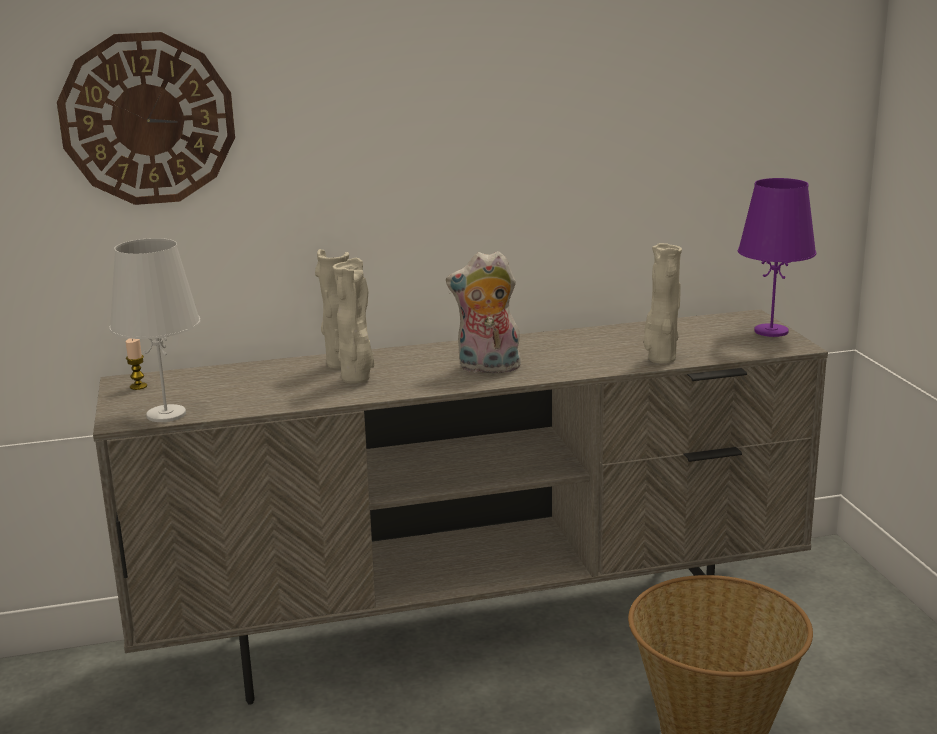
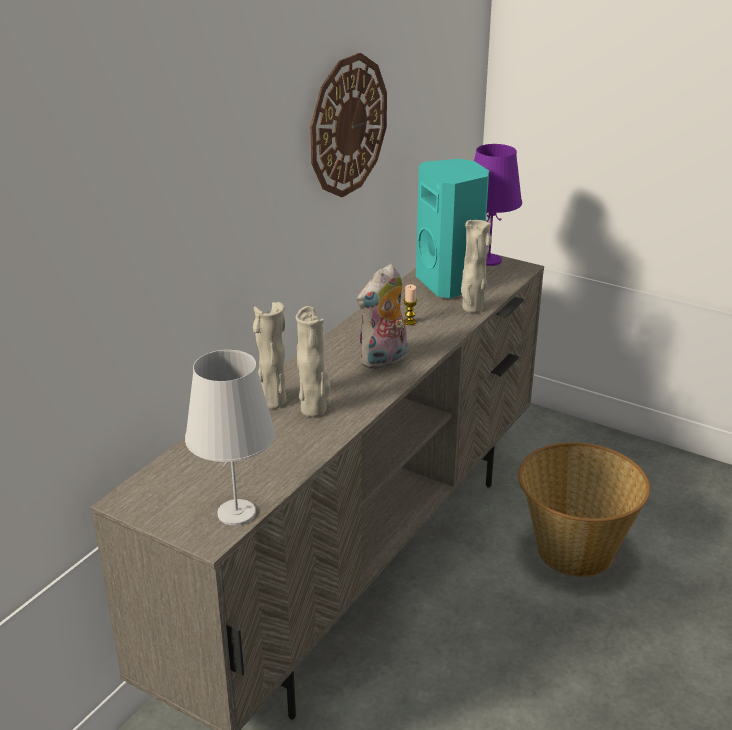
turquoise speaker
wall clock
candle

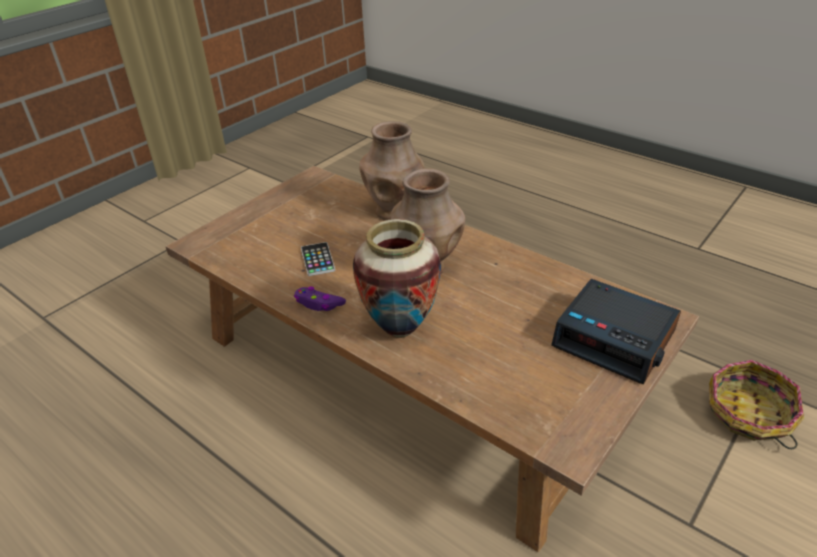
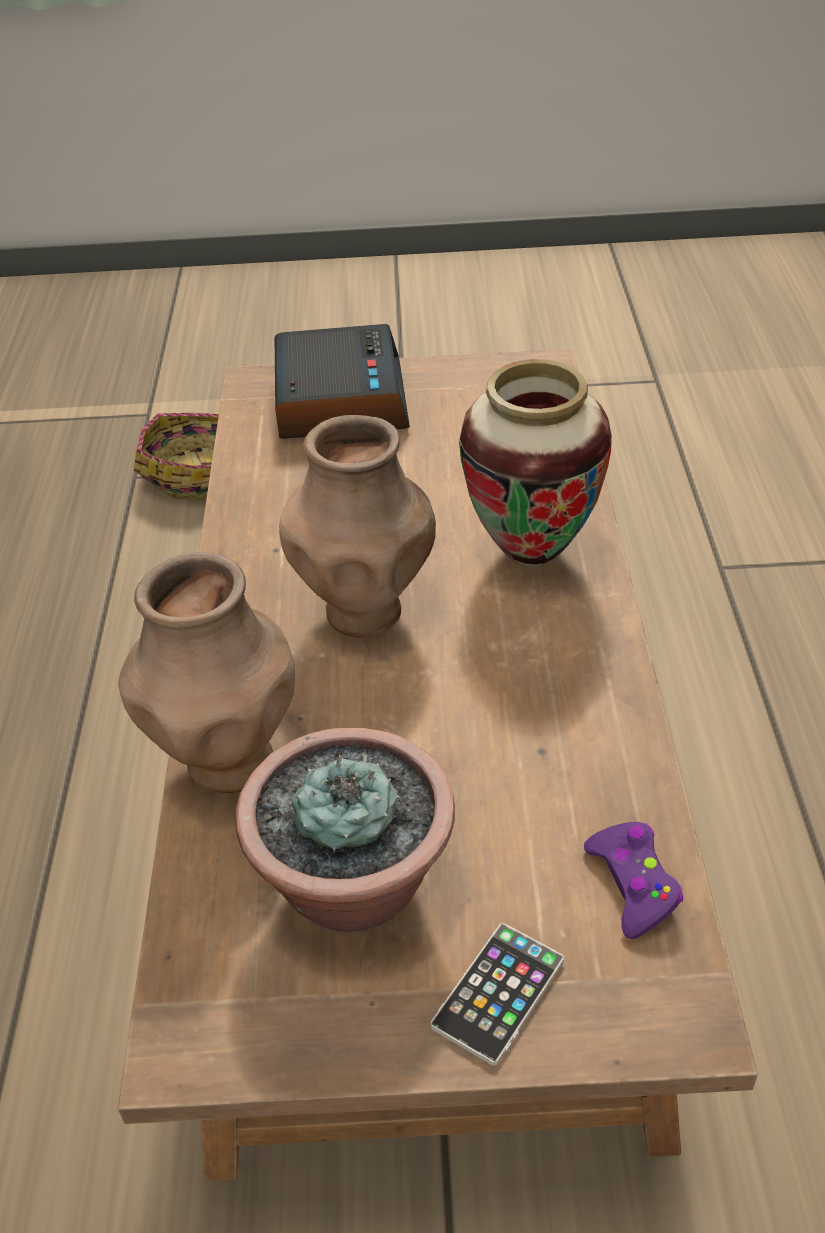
potted plant
purple game controller
phone

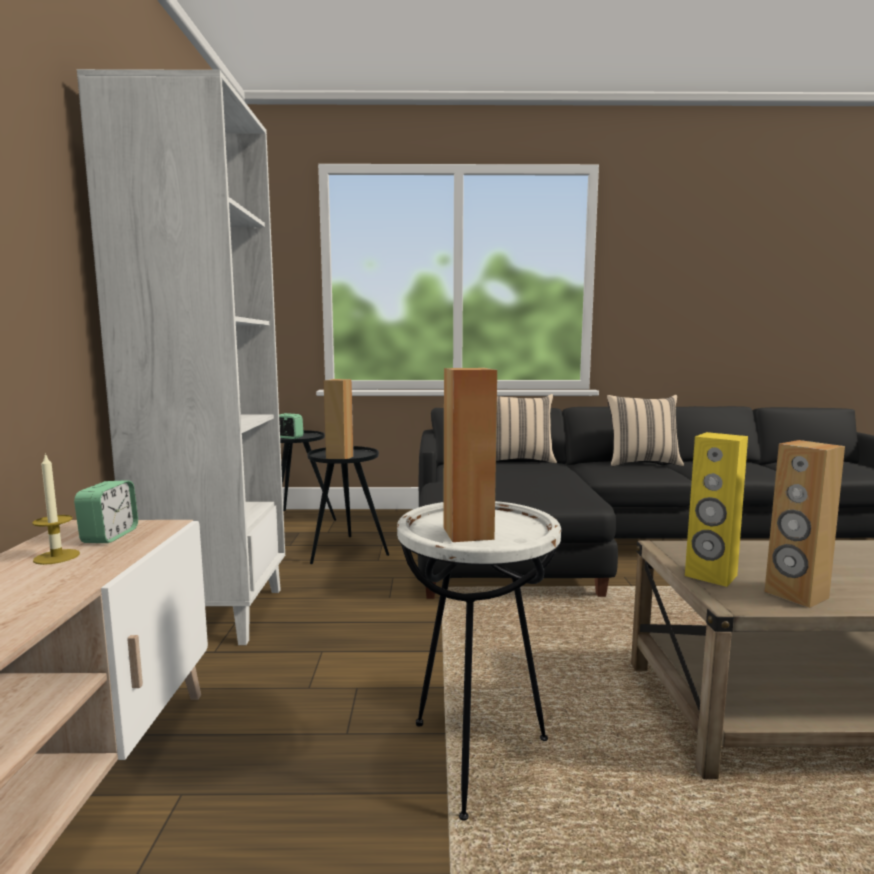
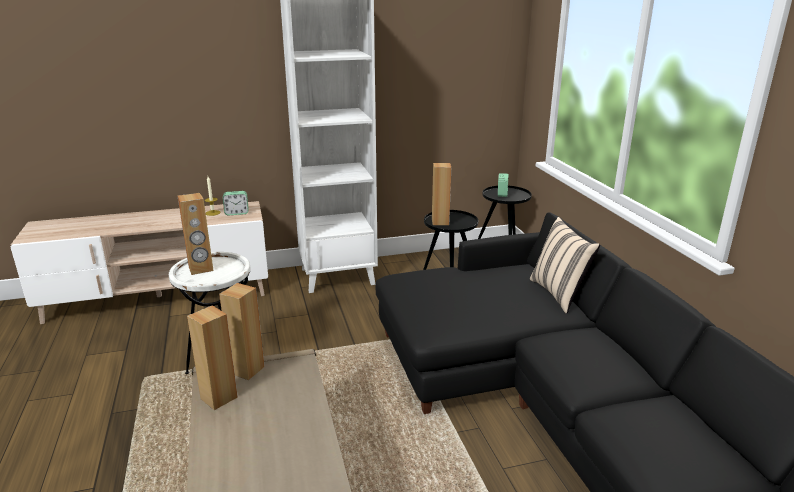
beige pillow (2nd from left in the first image)
brown speaker (3rd from left)

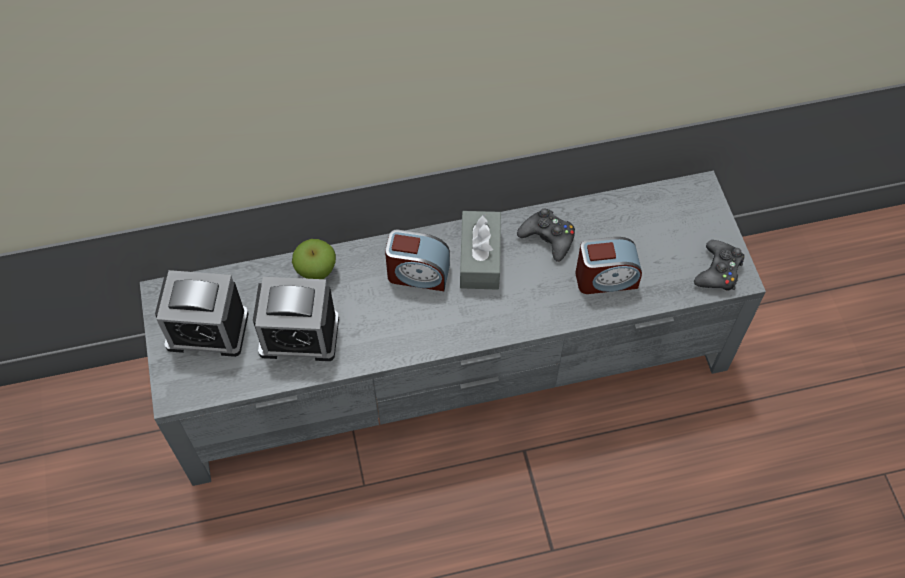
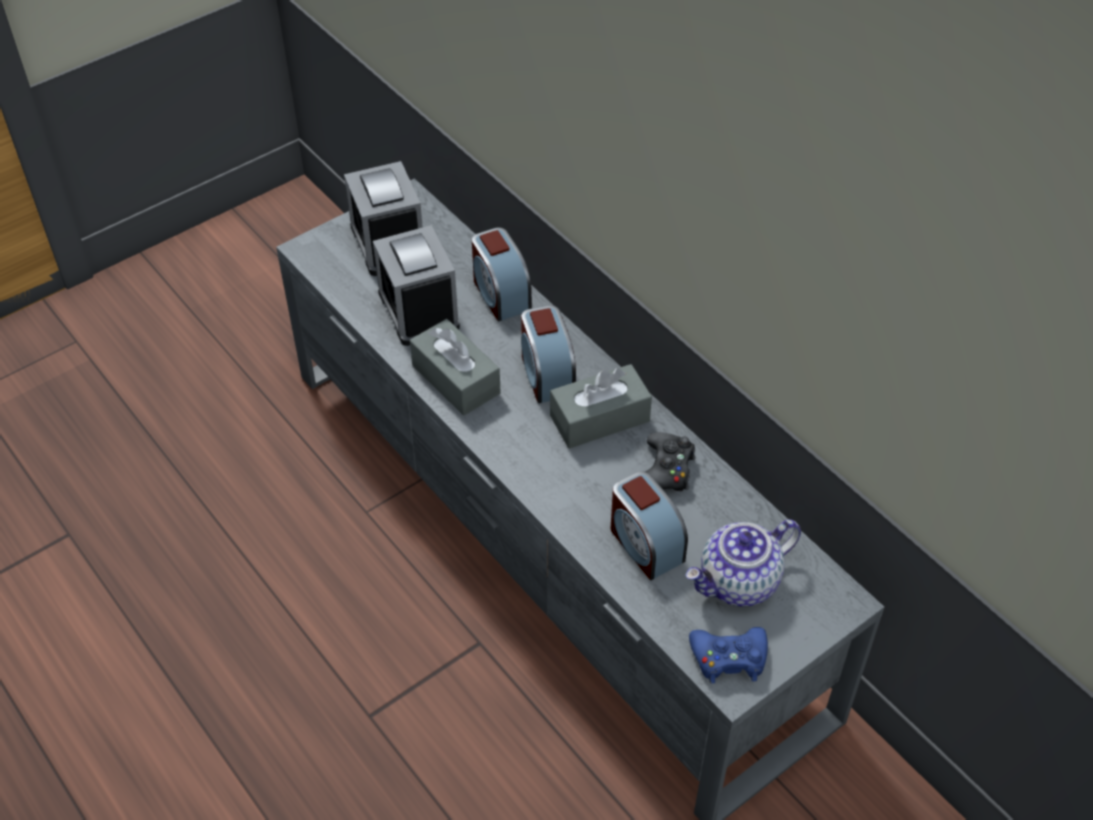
grey tissue box (1st from left)
teapot
alarm clock (3rd from left)
blue game controller

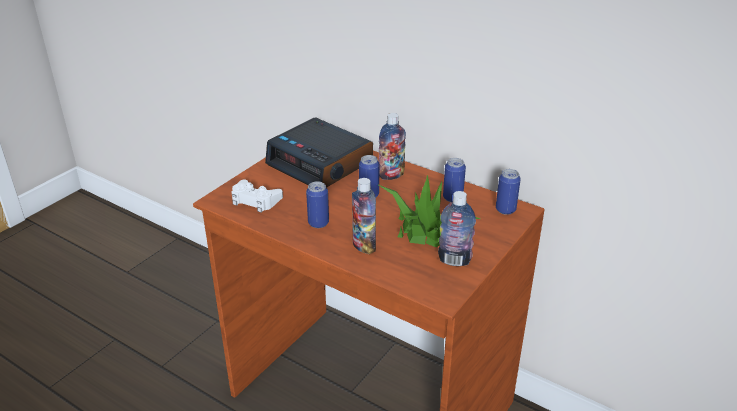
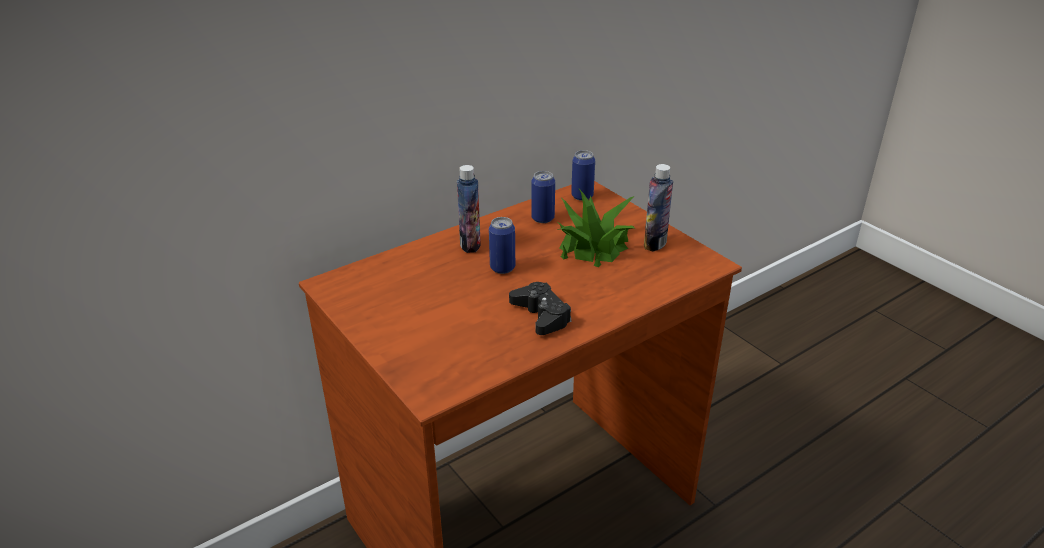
white game controller
alarm clock
bottle (1st from left in the first image)
black game controller

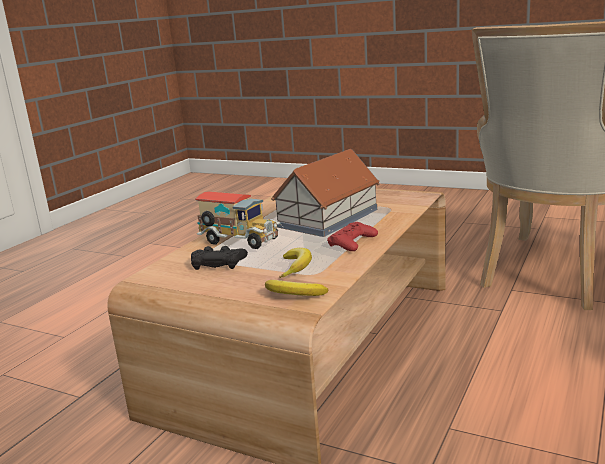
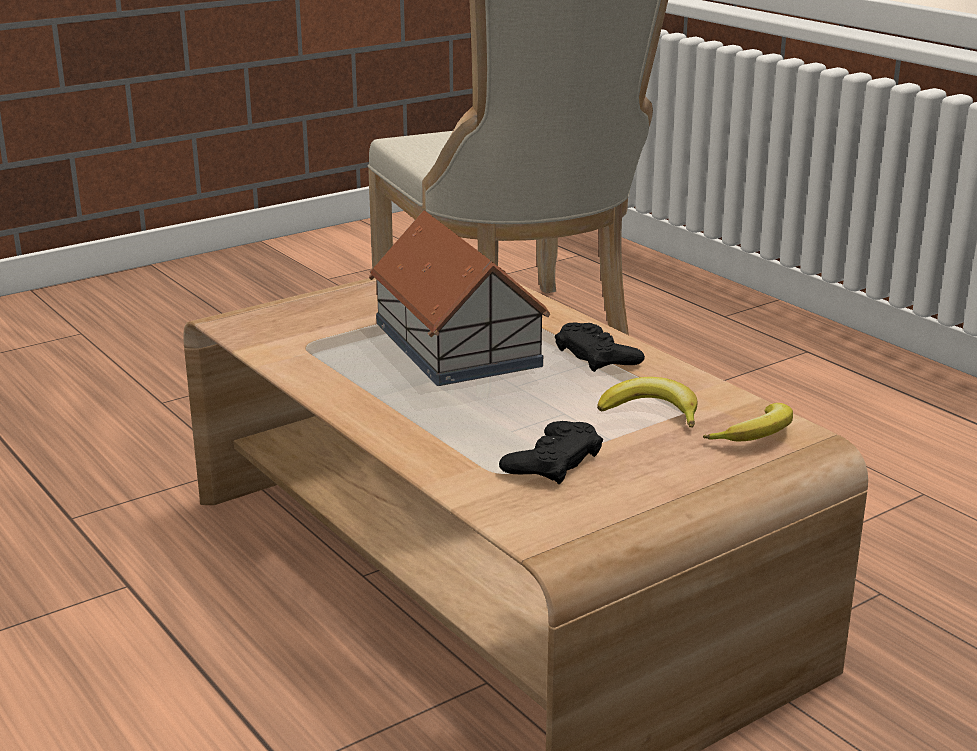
toy truck
black game controller (2nd from left)

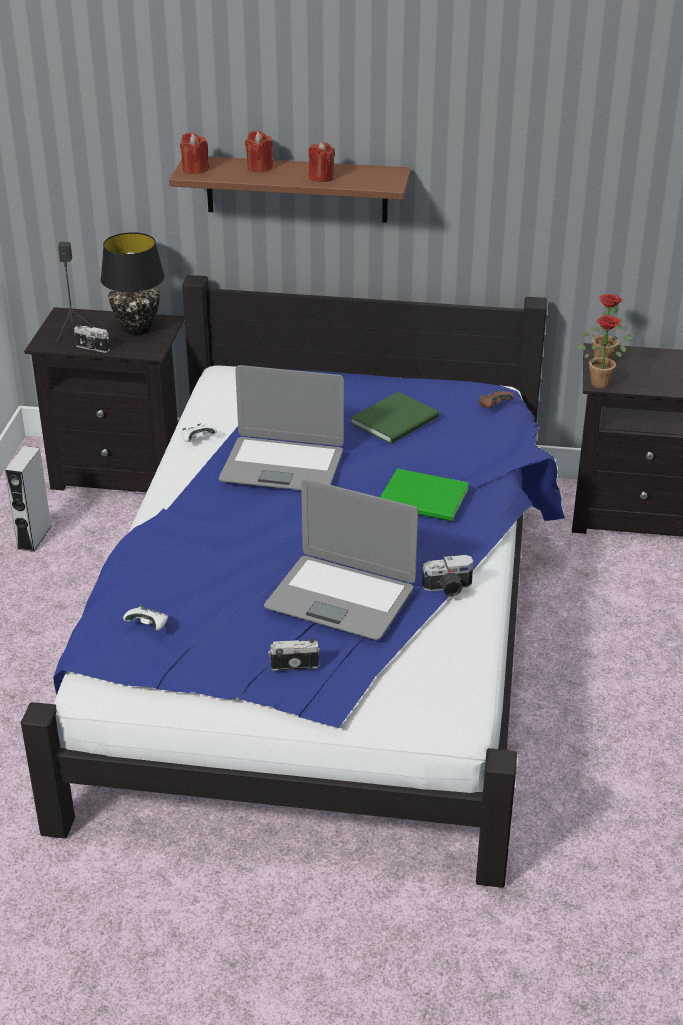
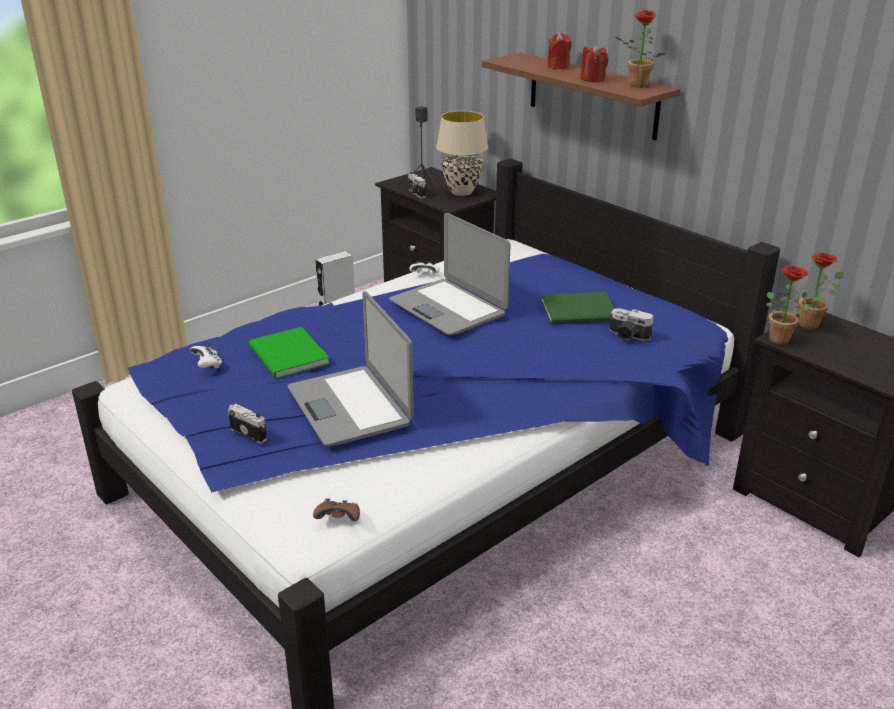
red candle (1st from left in the first image)
potted plant (1st from left)
green book (1st from left)
photo camera (3rd from left)
brown game controller
beige table lamp

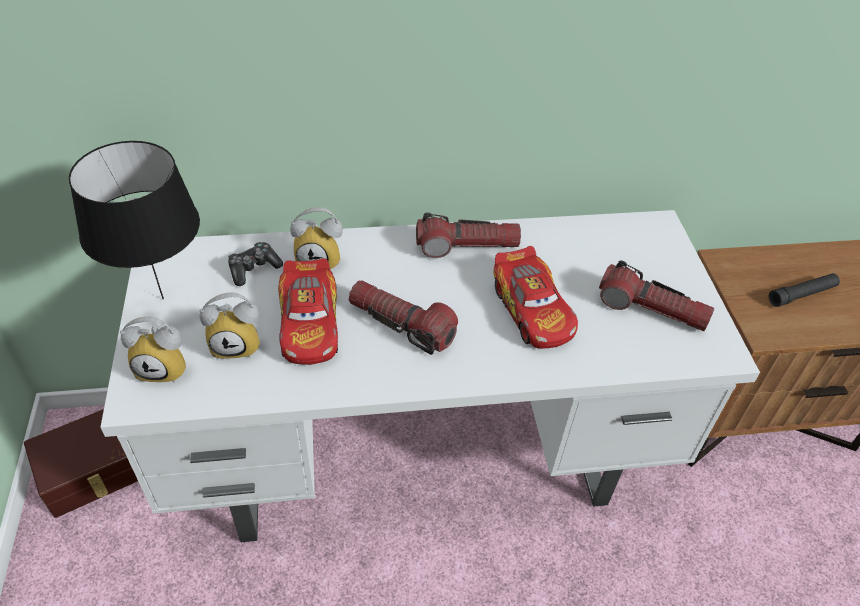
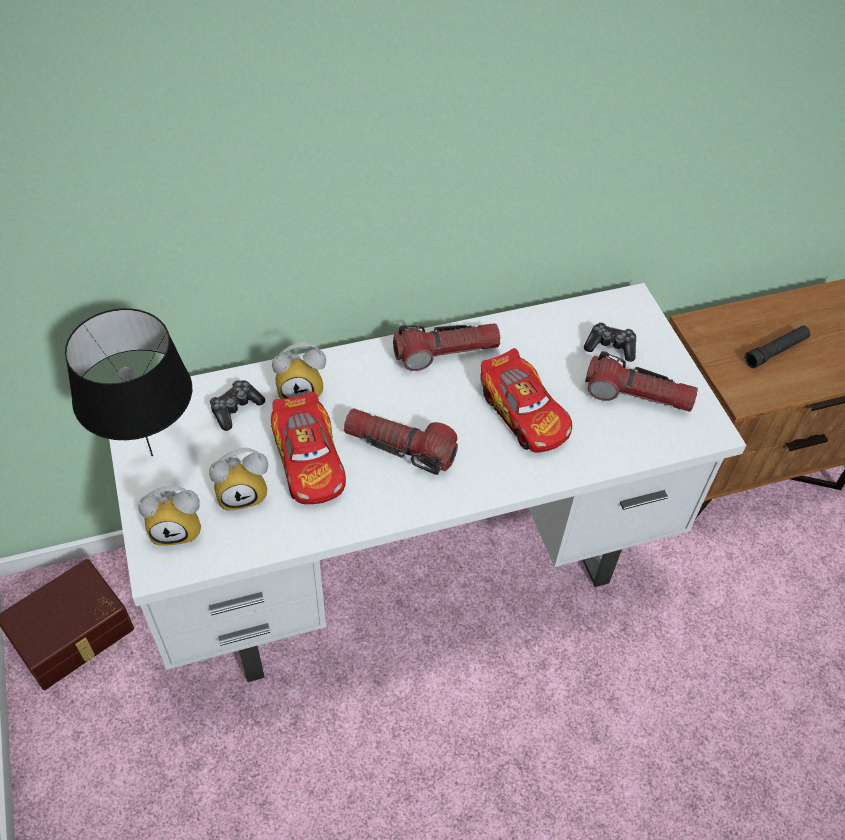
game controller (2nd from left)

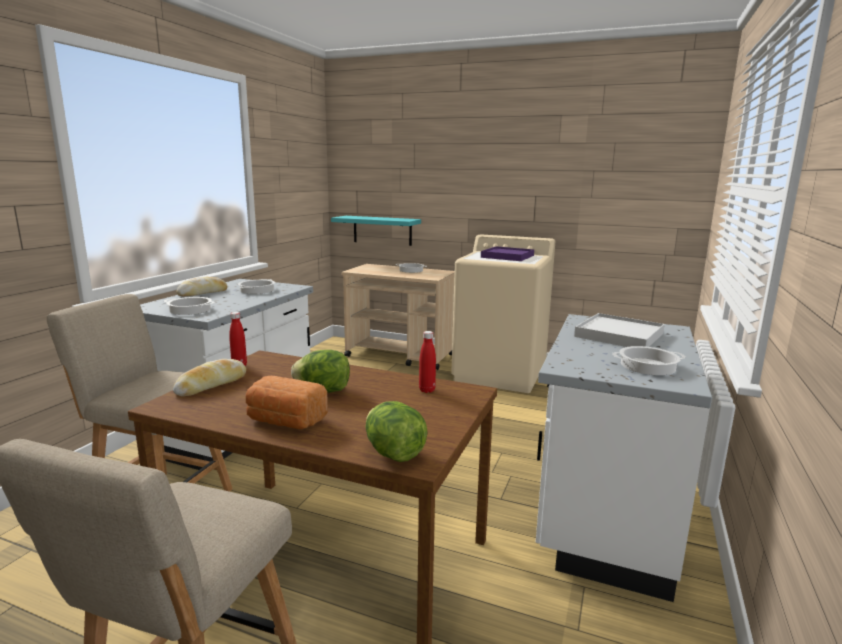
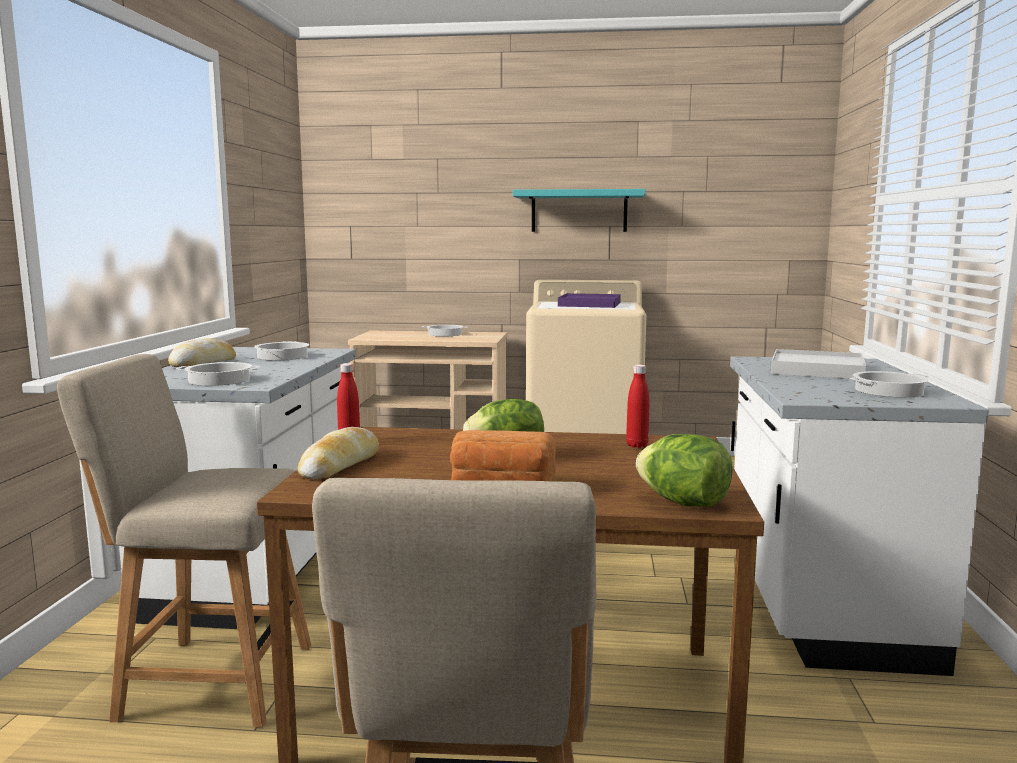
turquoise shelf

